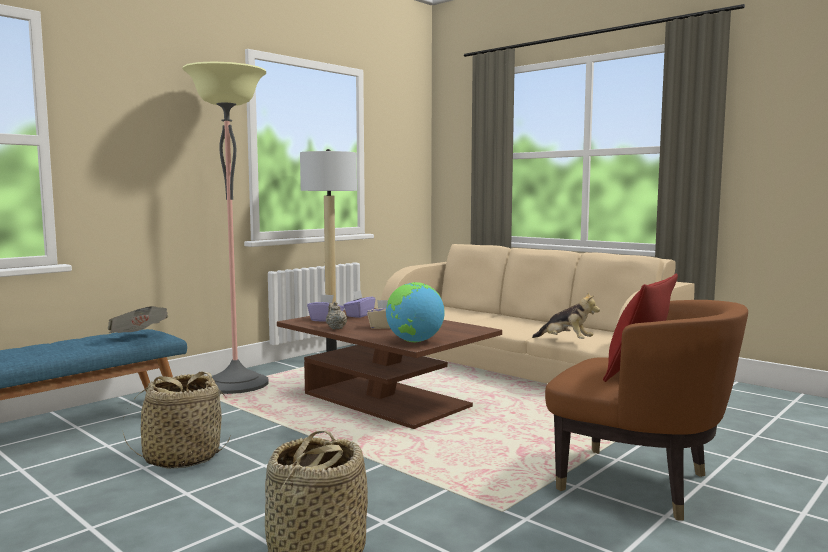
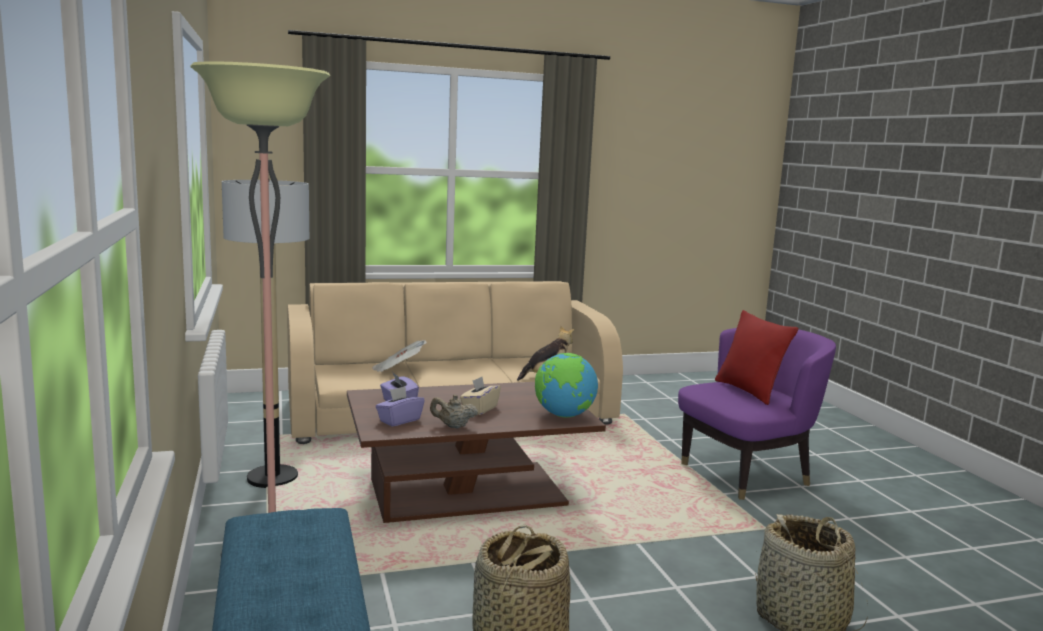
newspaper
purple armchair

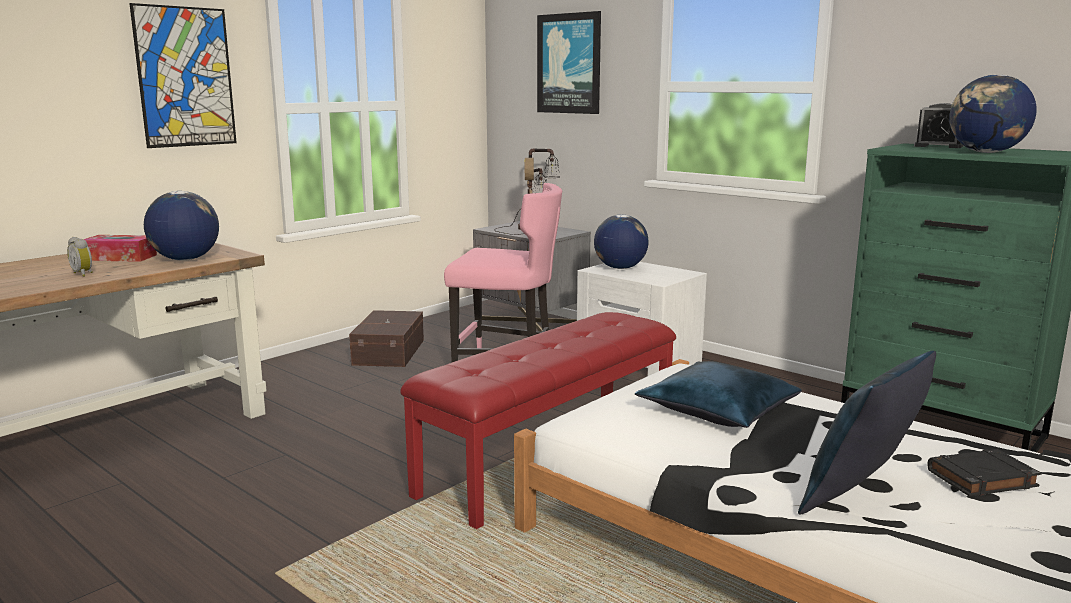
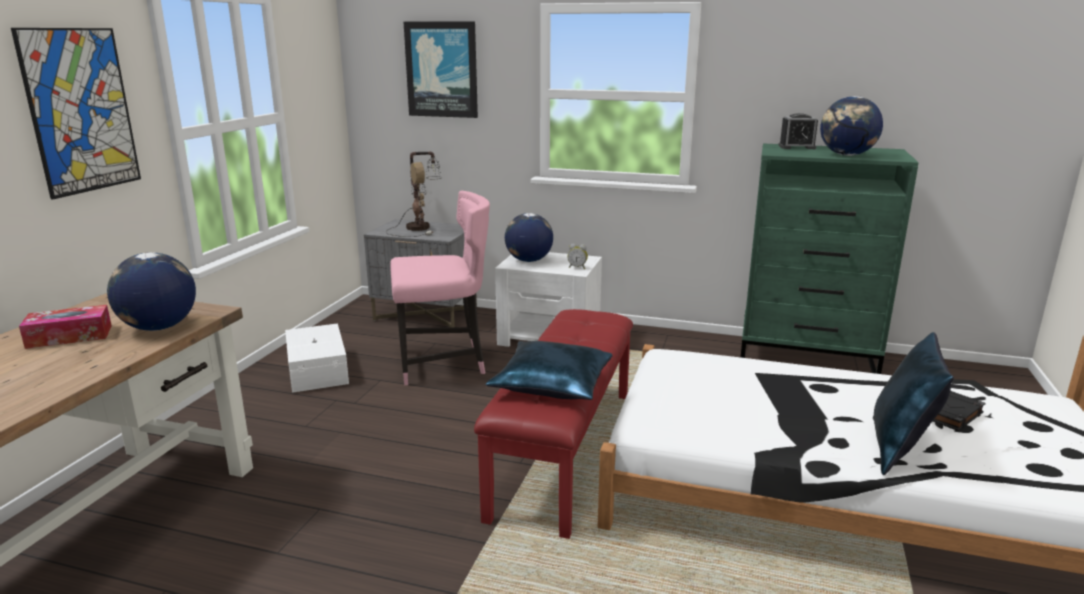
alarm clock (1st from left)
blue pillow (1st from left)
white storage box

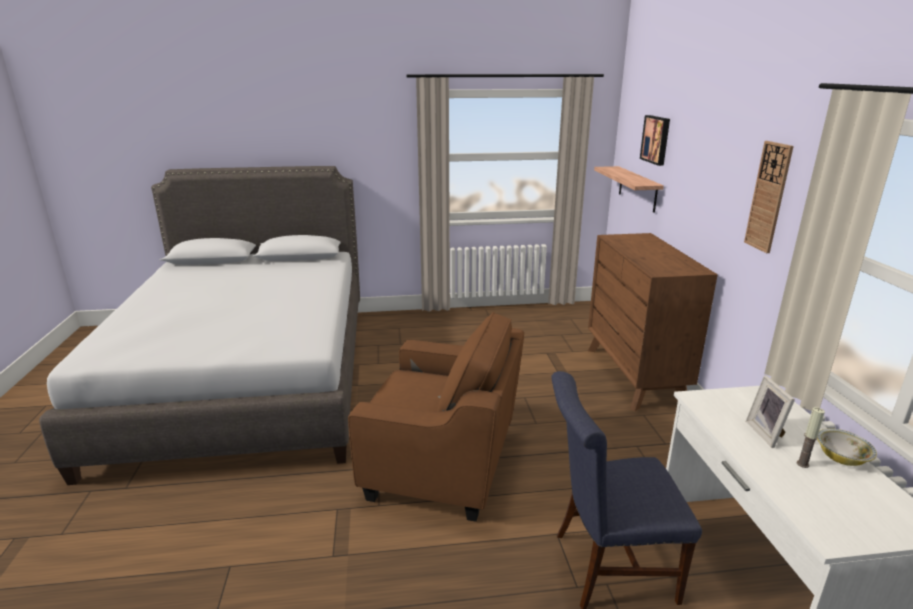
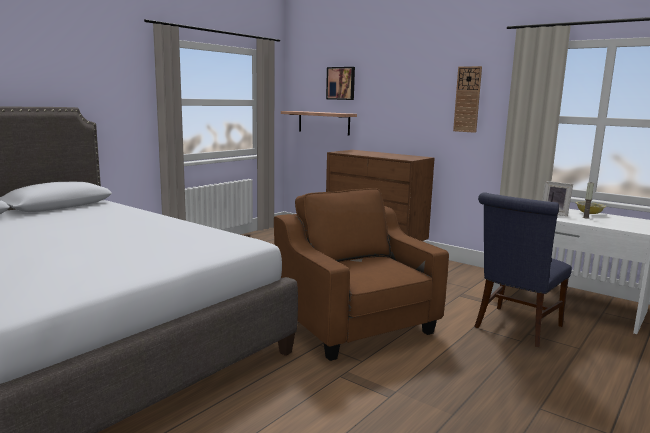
brown armchair

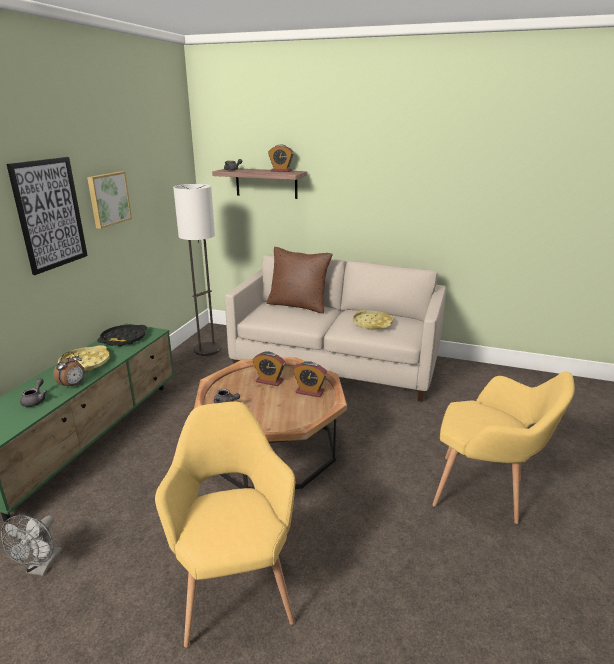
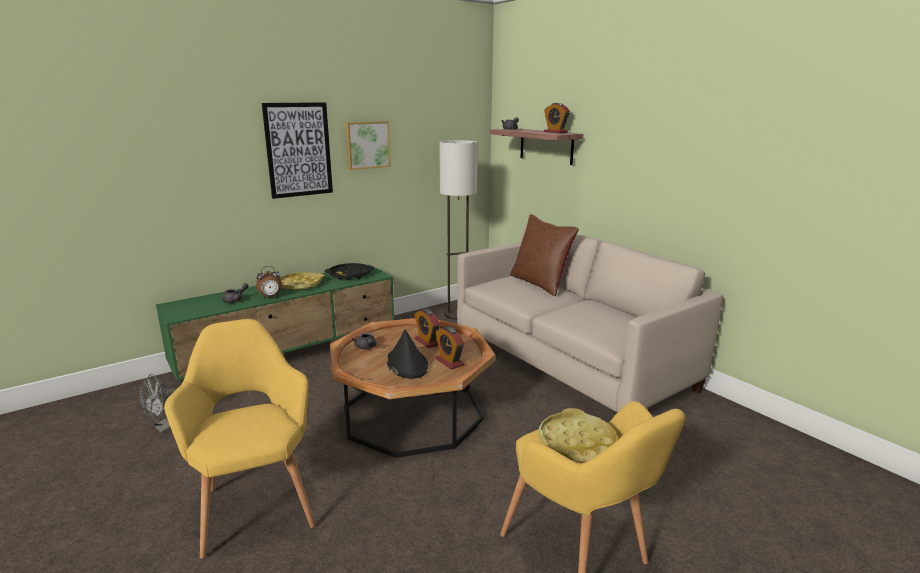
black hat
yellow tray (2nd from left)
yellow armchair (1st from left)

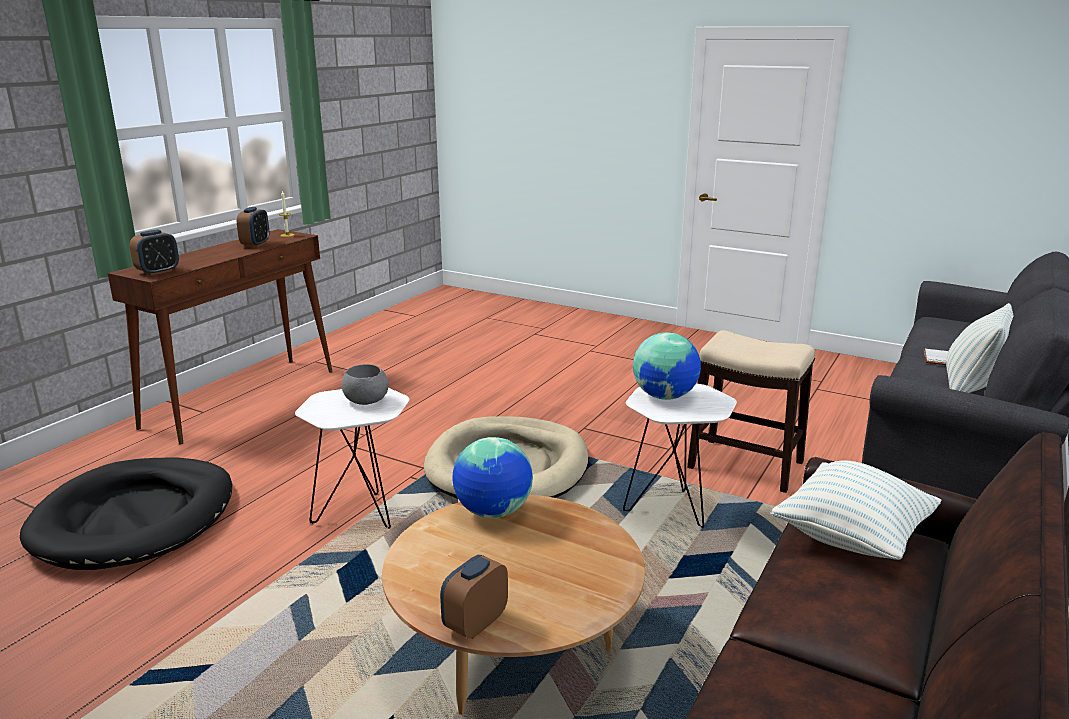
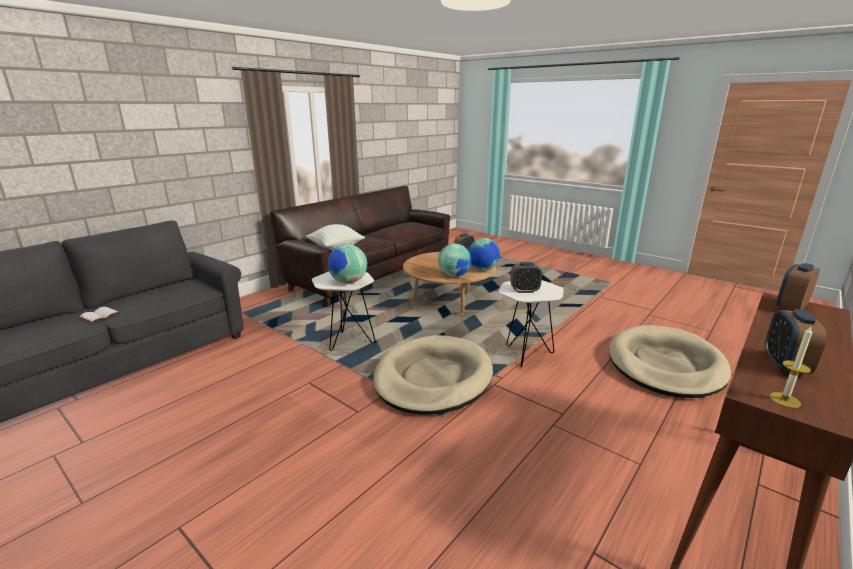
stool
pillow (2nd from left in the first image)
globe (3rd from left)
alarm clock (2nd from left)
beige dog bed (2nd from left)

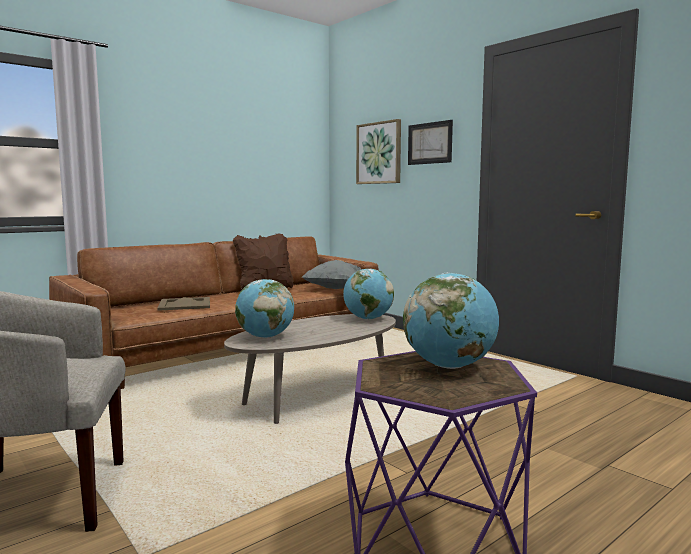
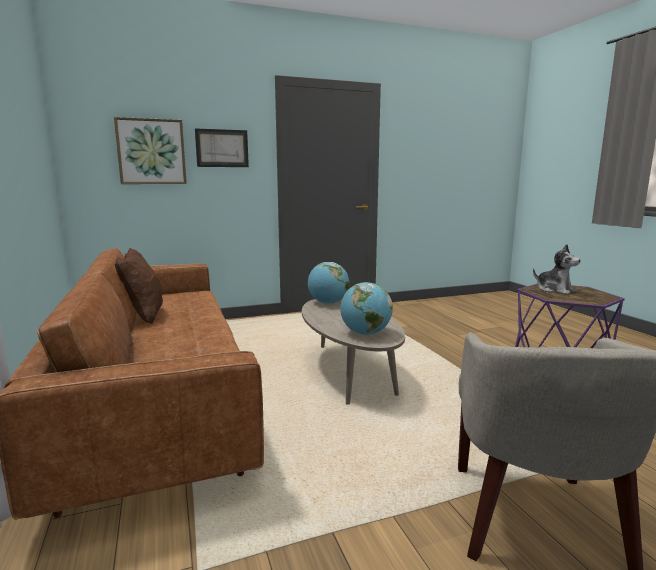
beige tray
grey pillow
plush toy

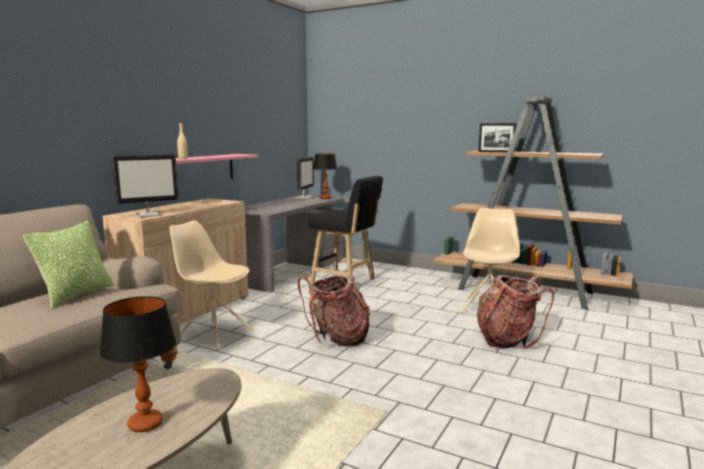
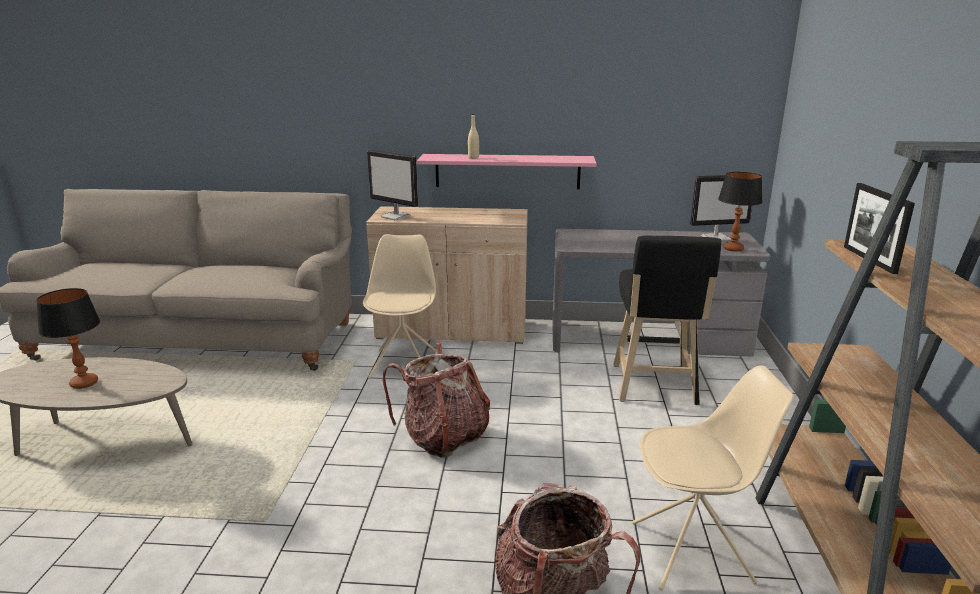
pillow

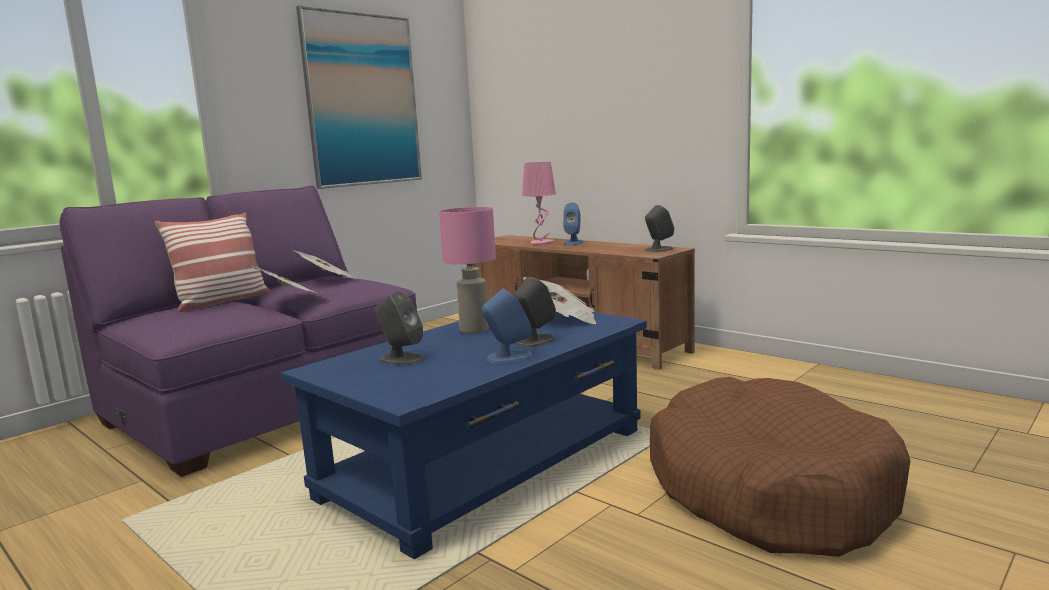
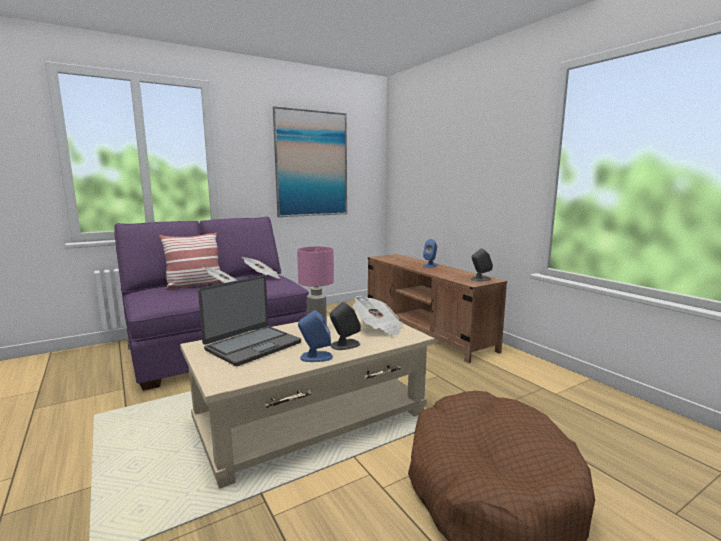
pink table lamp (2nd from left in the first image)
laptop
beige coffee table

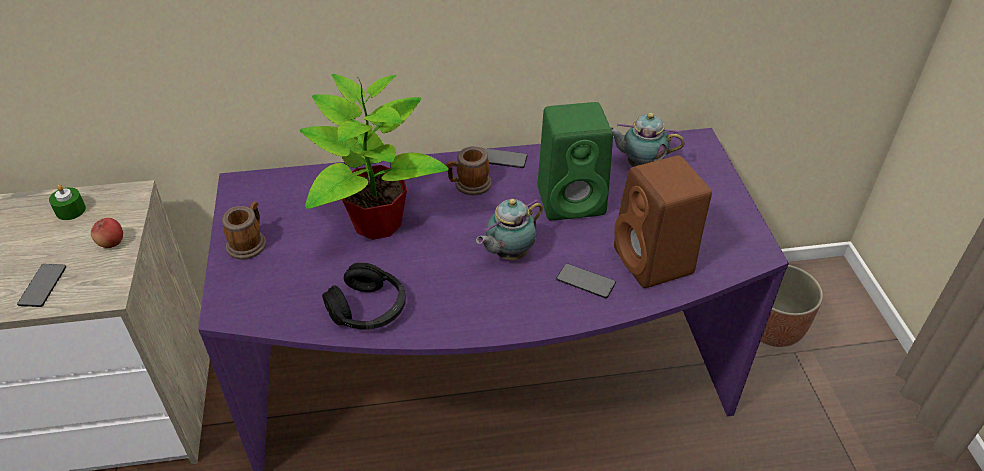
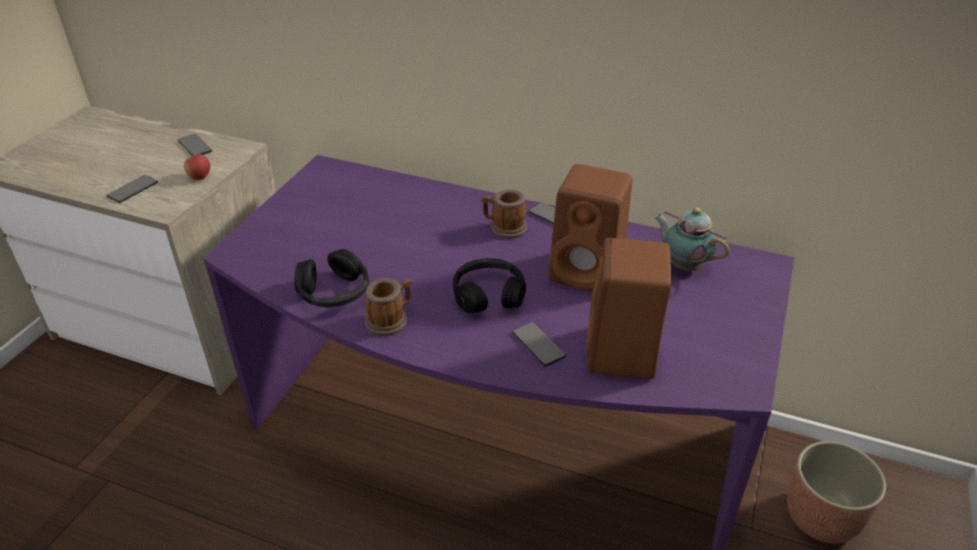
potted plant
mug (1st from left)
phone (2nd from left)
black headphones (2nd from left)
brown speaker (1st from left)

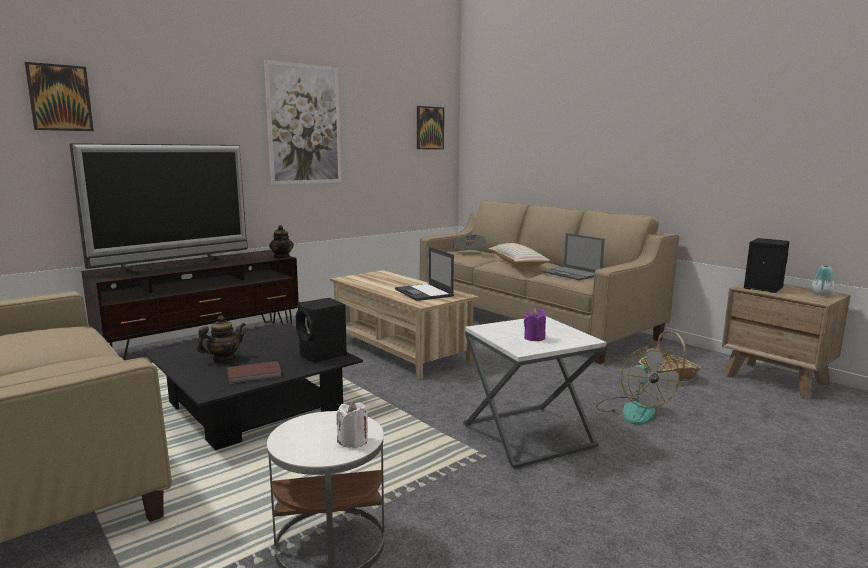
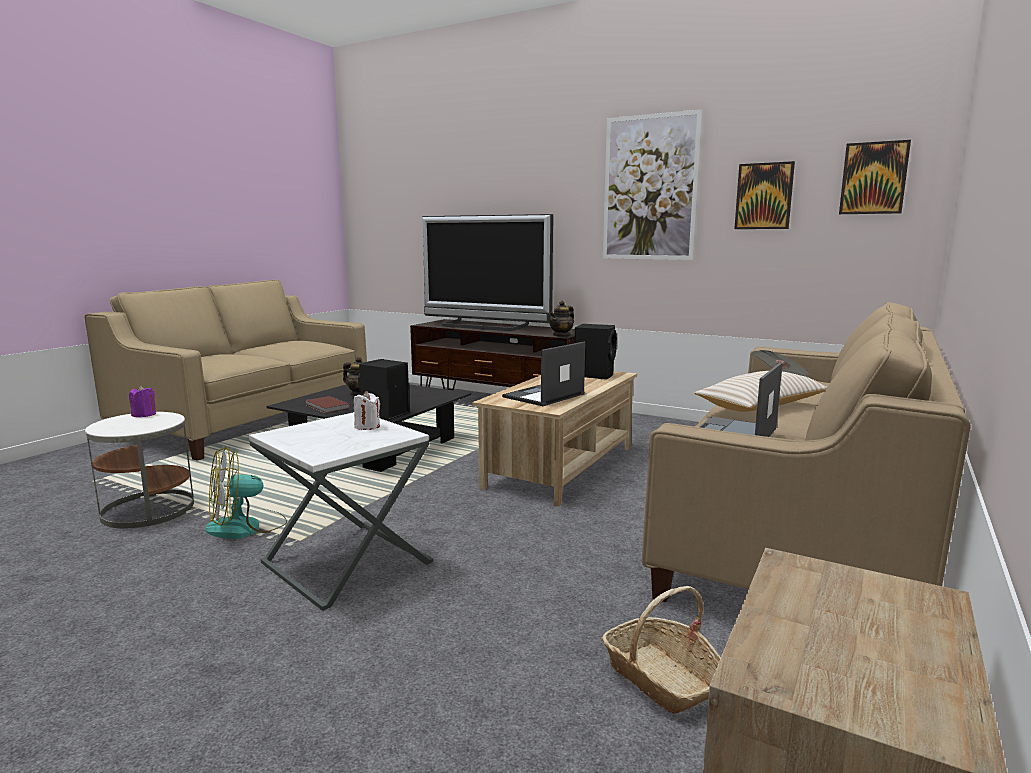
vase
picture (2nd from left)
white candle
purple candle
fan
black speaker (2nd from left)

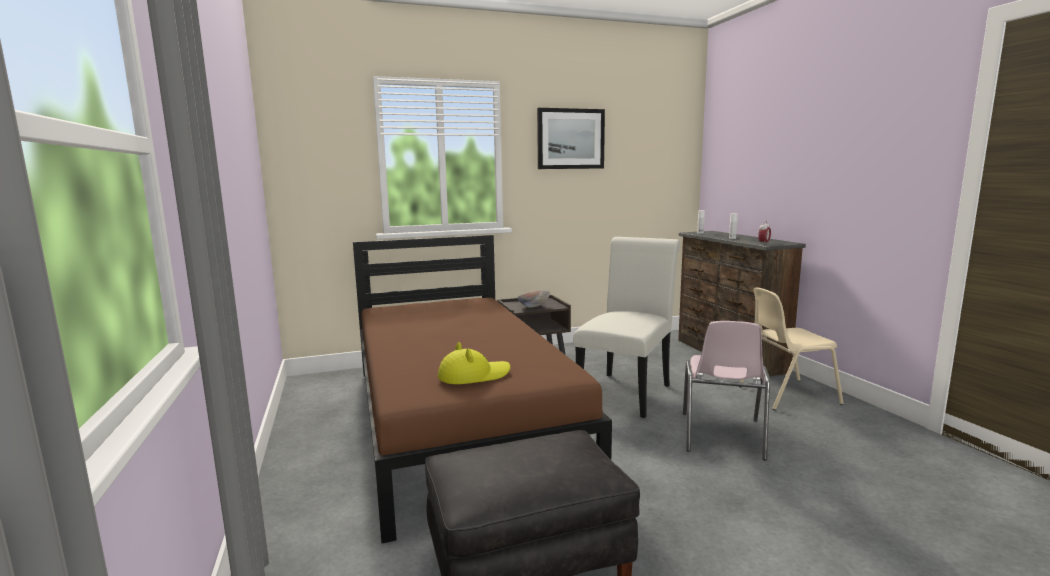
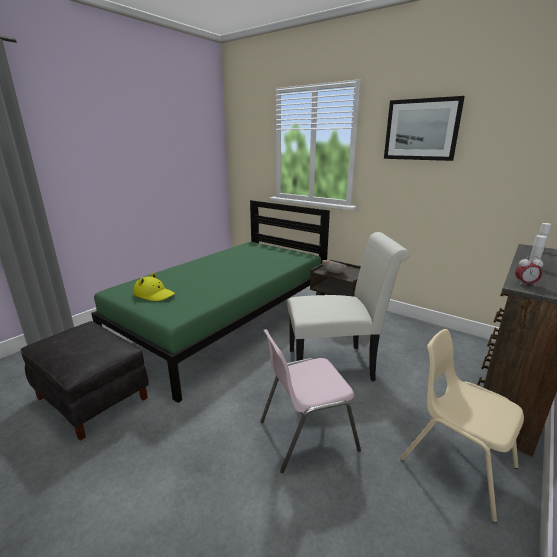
green bed

